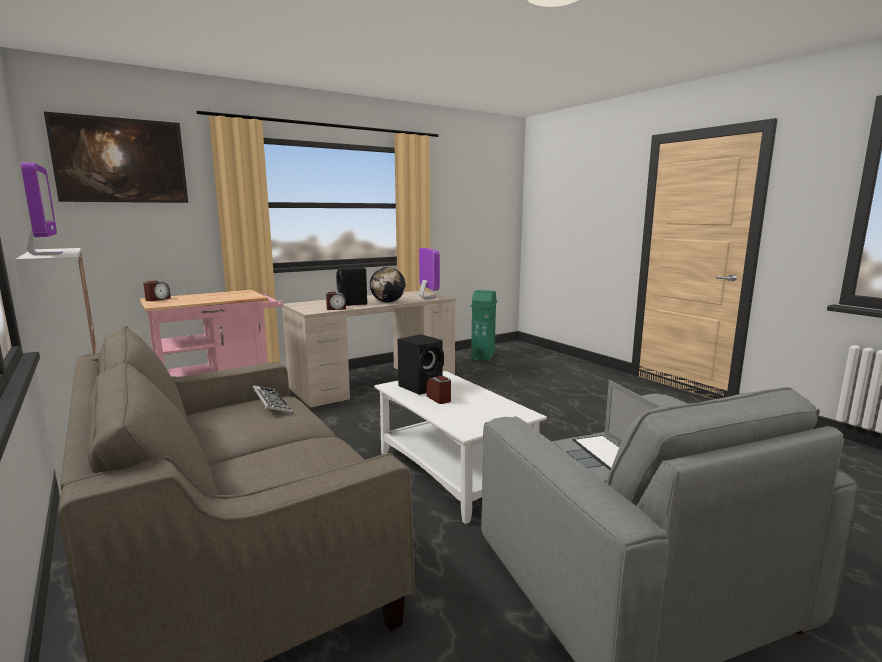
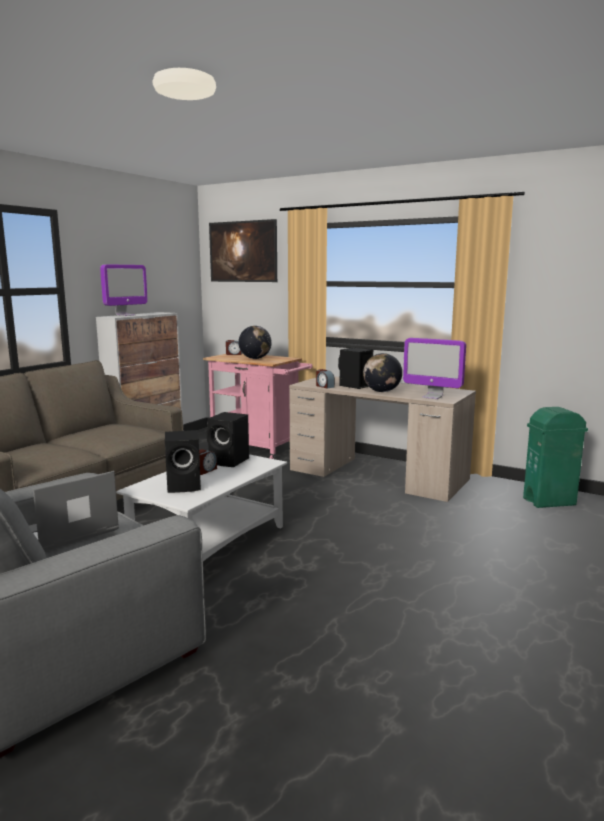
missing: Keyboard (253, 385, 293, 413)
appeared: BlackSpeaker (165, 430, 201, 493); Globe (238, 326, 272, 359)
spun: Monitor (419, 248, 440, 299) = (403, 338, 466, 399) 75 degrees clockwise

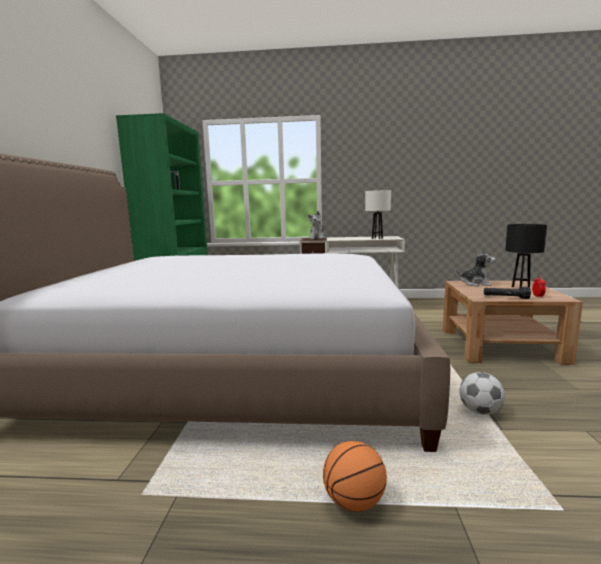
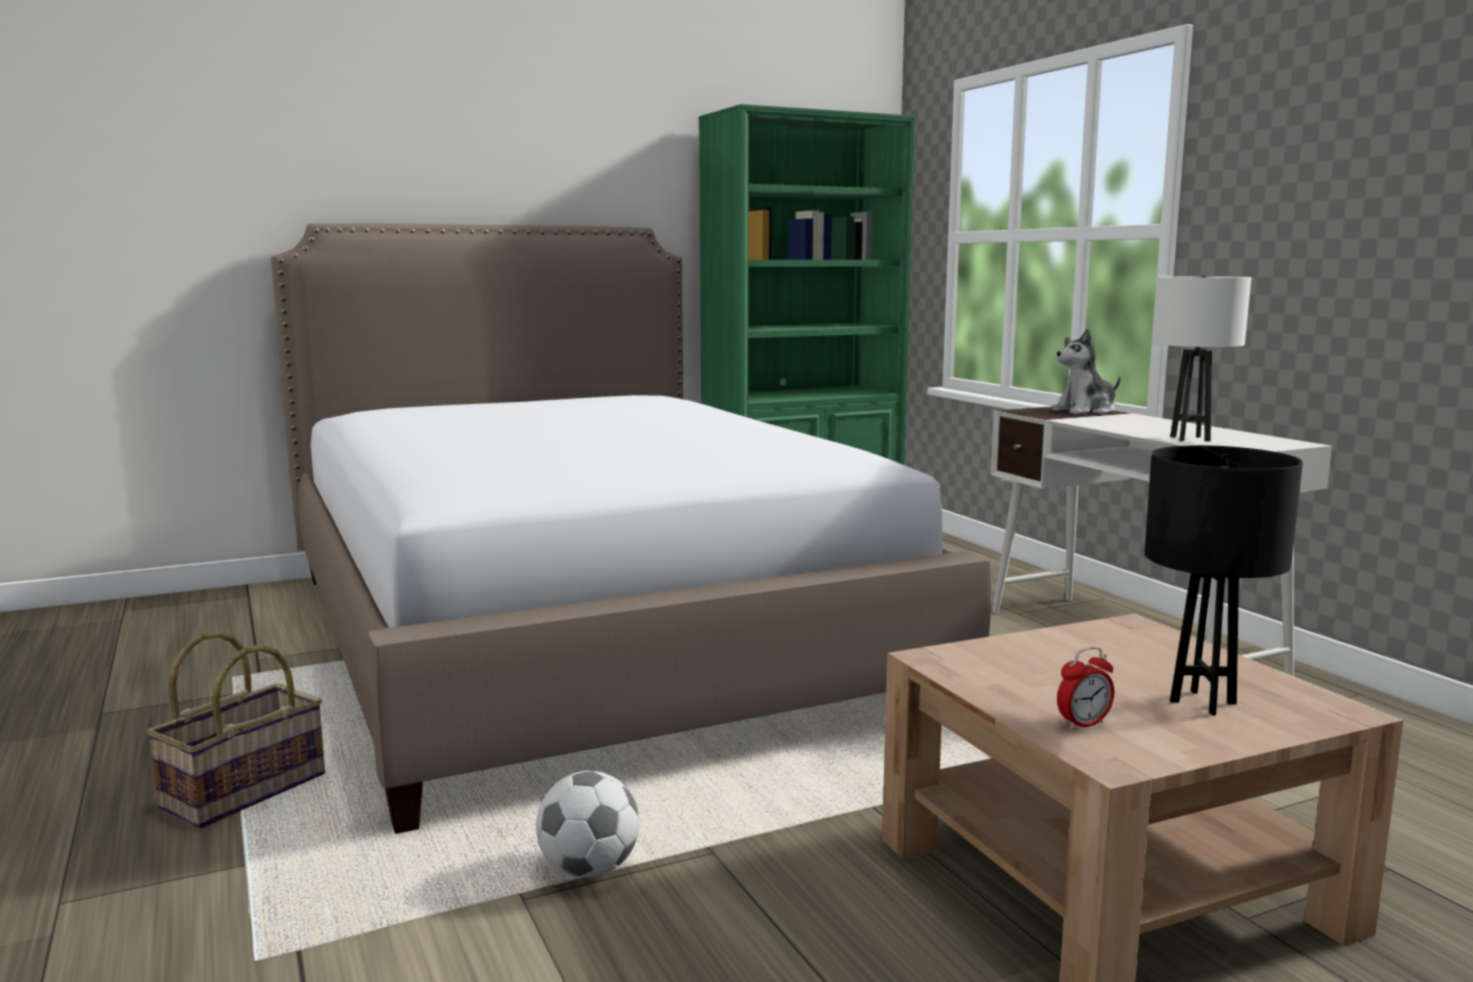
missing: PlushToy (456, 248, 496, 287); BlackFlashlight (484, 287, 531, 299)
exchanged: Basketball (323, 441, 387, 512) to Basket (147, 631, 325, 828)

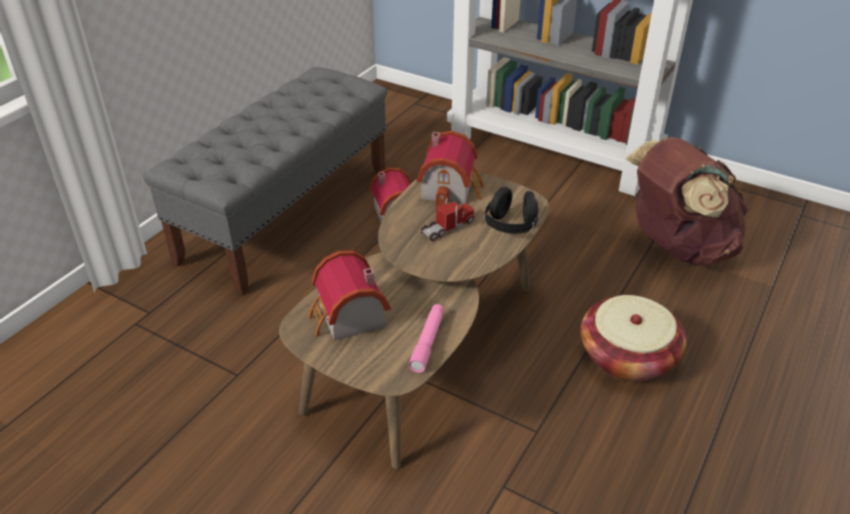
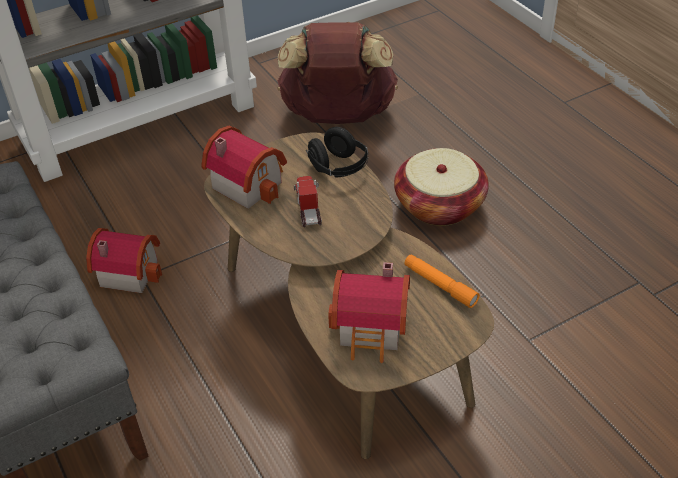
colour: PinkFlashlight (408, 304, 444, 373) to OrangeFlashlight (405, 254, 480, 308)

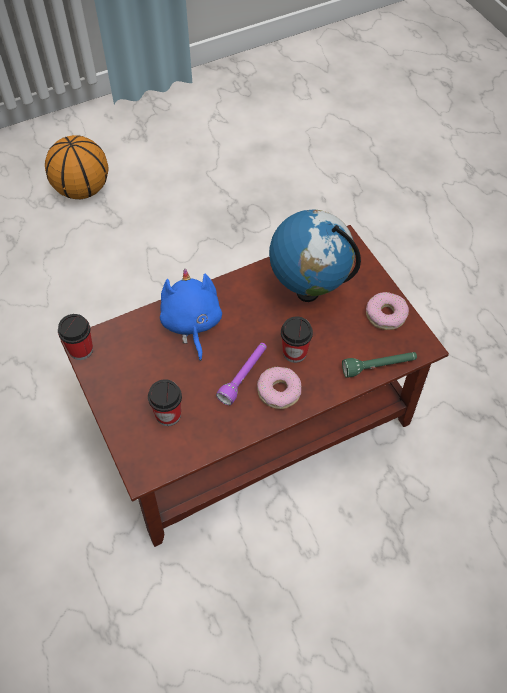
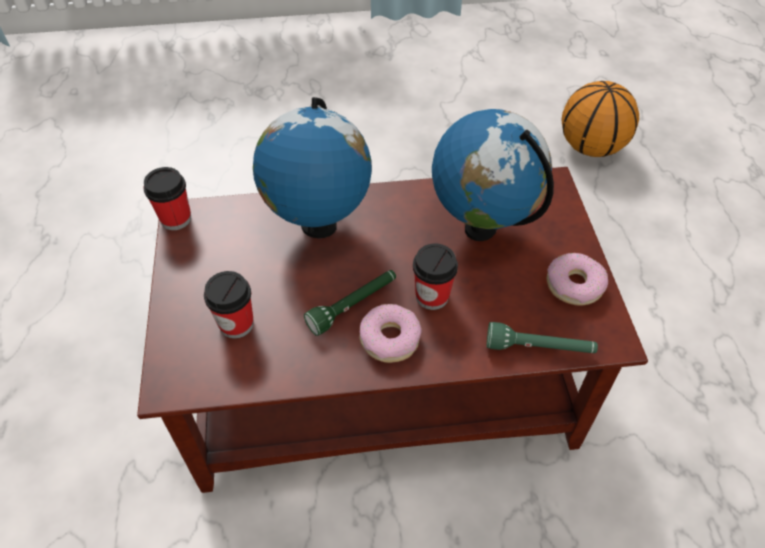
relocated: Basketball (45, 135, 109, 199) to (561, 81, 639, 157)
exchanged: BluePlushToy (160, 269, 222, 361) to Globe (253, 97, 372, 238)
colour: PurpleFlashlight (216, 343, 267, 405) to GreenFlashlight (304, 270, 396, 336)

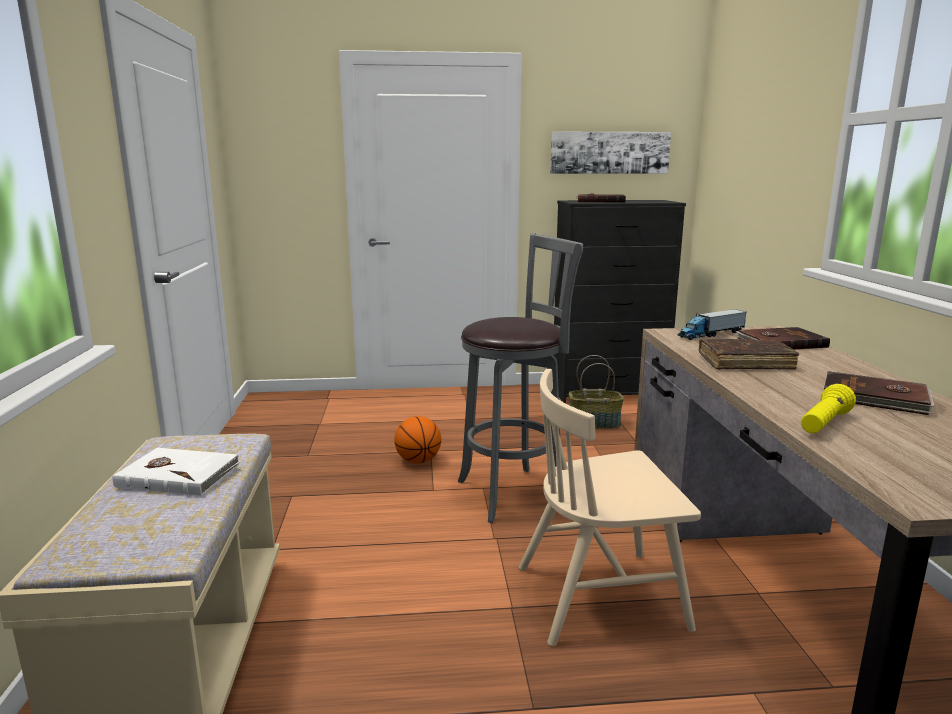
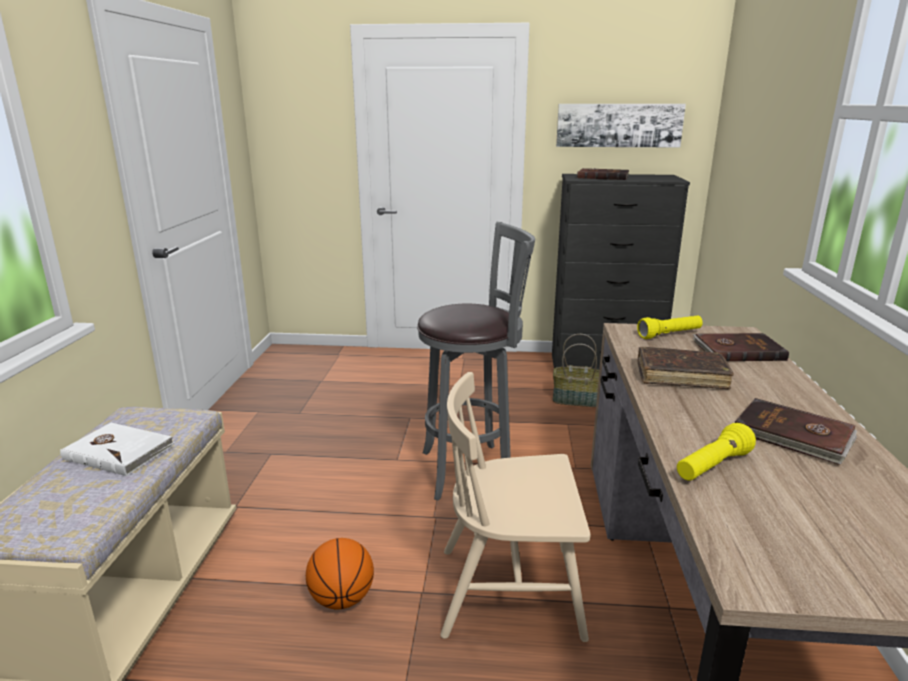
relocated: Basketball (394, 416, 441, 463) to (306, 538, 374, 609)
exchanged: ToyTruck (678, 309, 746, 340) to YellowFlashlight (637, 316, 703, 339)

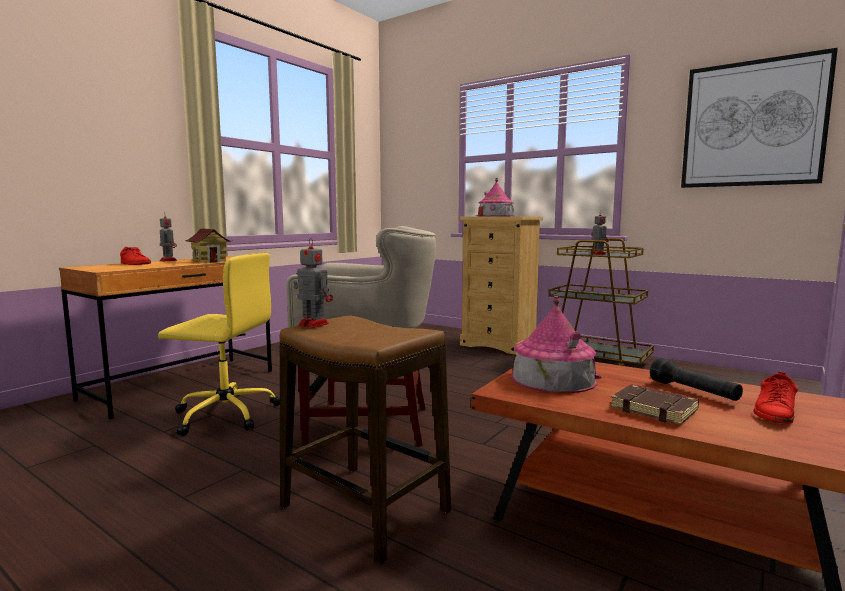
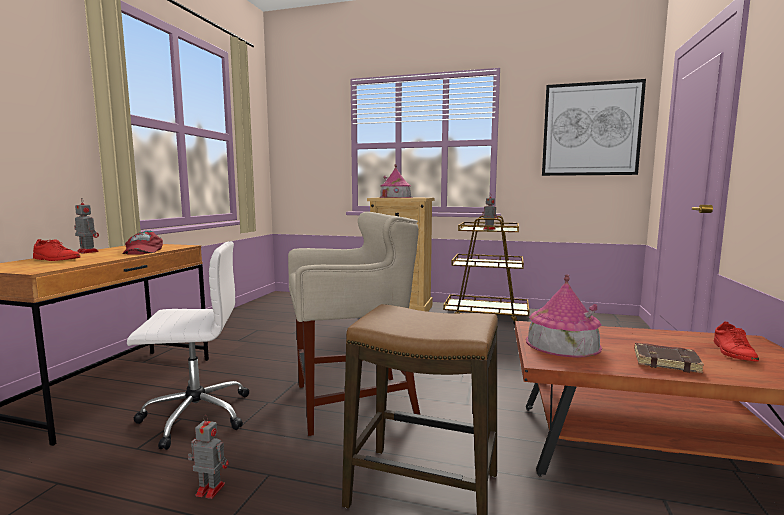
missing: BlackFlashlight (650, 357, 743, 401)
relocated: ToyRobot (293, 238, 333, 328) to (188, 415, 229, 499)
exchanged: ToyHouse (184, 228, 231, 263) to RedCap (123, 231, 163, 255)
colour: YellowOfficeChair (158, 253, 280, 436) to WhiteOfficeChair (127, 241, 249, 450)

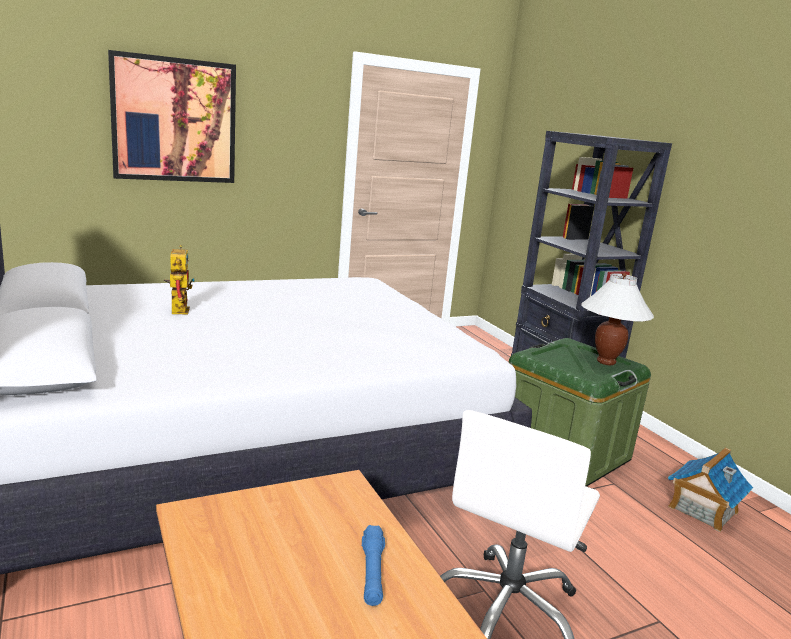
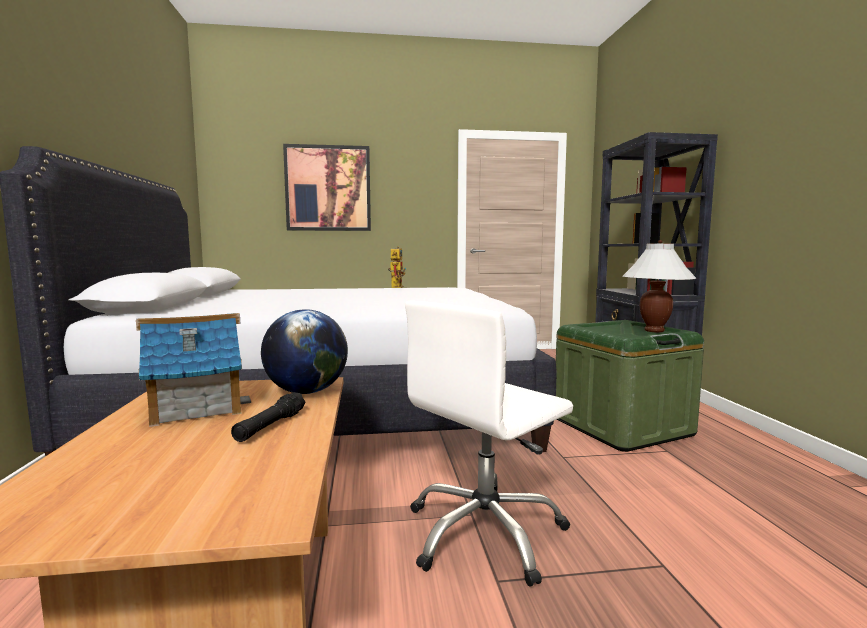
appeared: Globe (261, 310, 348, 394)
relocated: ToyRobot (164, 245, 195, 314) to (388, 246, 406, 288); ToyHouse (668, 448, 753, 532) to (136, 313, 251, 427)
colour: BlueFlashlight (362, 525, 385, 606) to BlackFlashlight (231, 392, 305, 442)

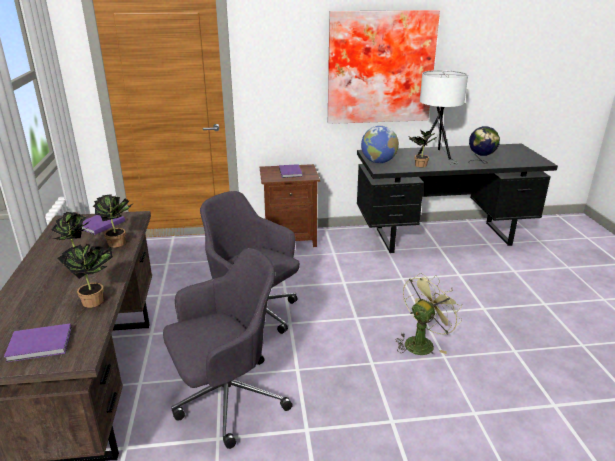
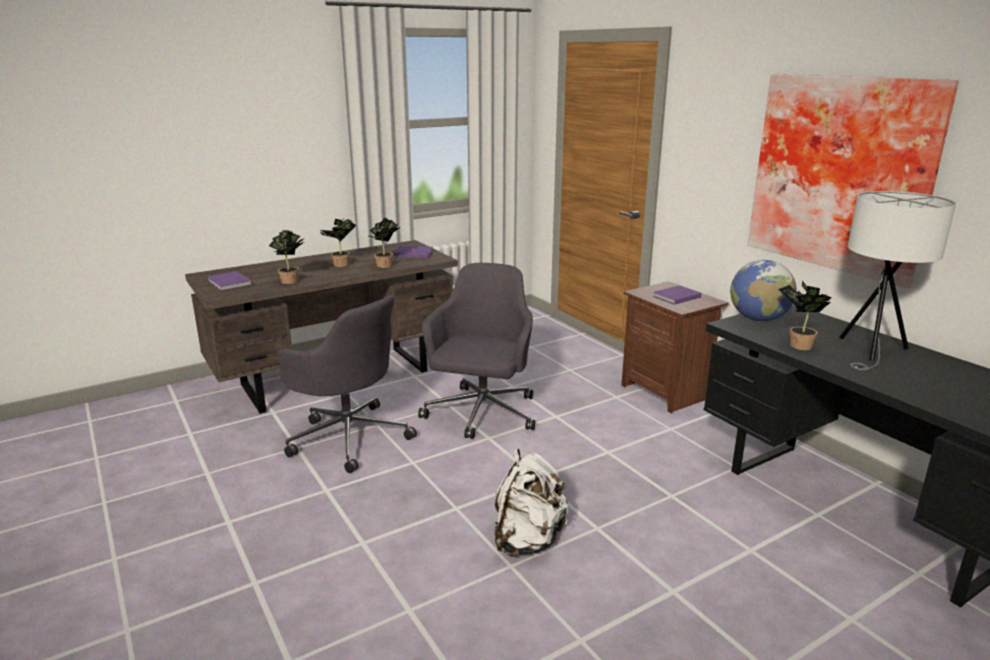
missing: Globe (469, 126, 500, 164)
exchanged: GreenFan (395, 273, 462, 355) to WhiteBackpack (495, 448, 569, 557)

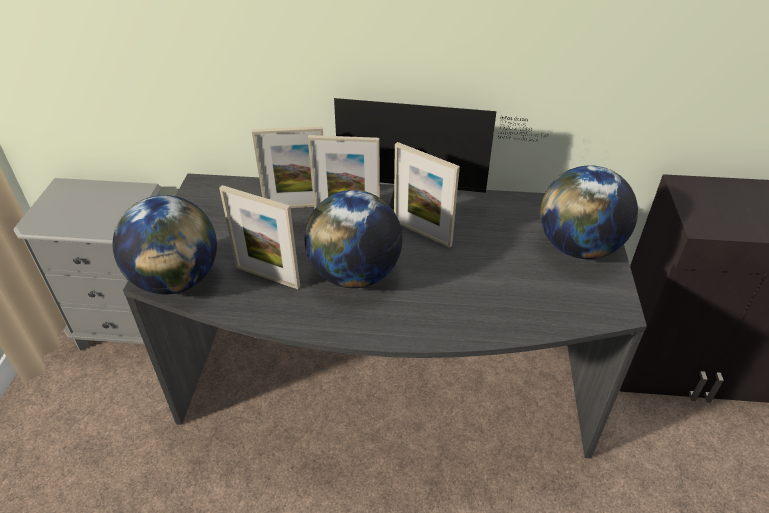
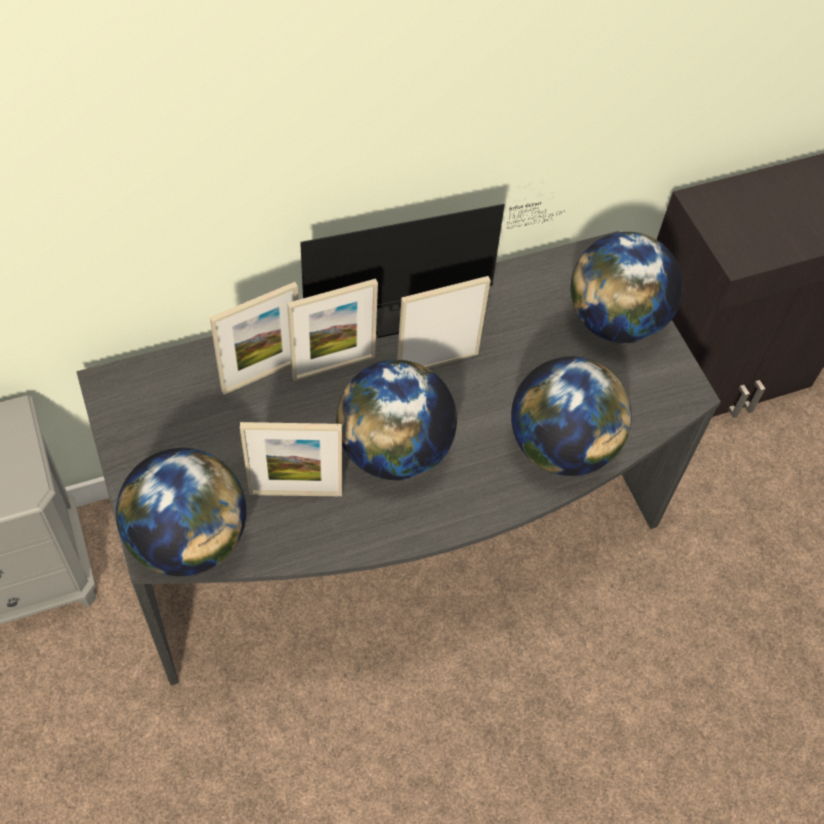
appeared: Globe (511, 356, 632, 476)
spun: PictureFrame (394, 142, 460, 248) = (397, 276, 491, 368) 150 degrees clockwise

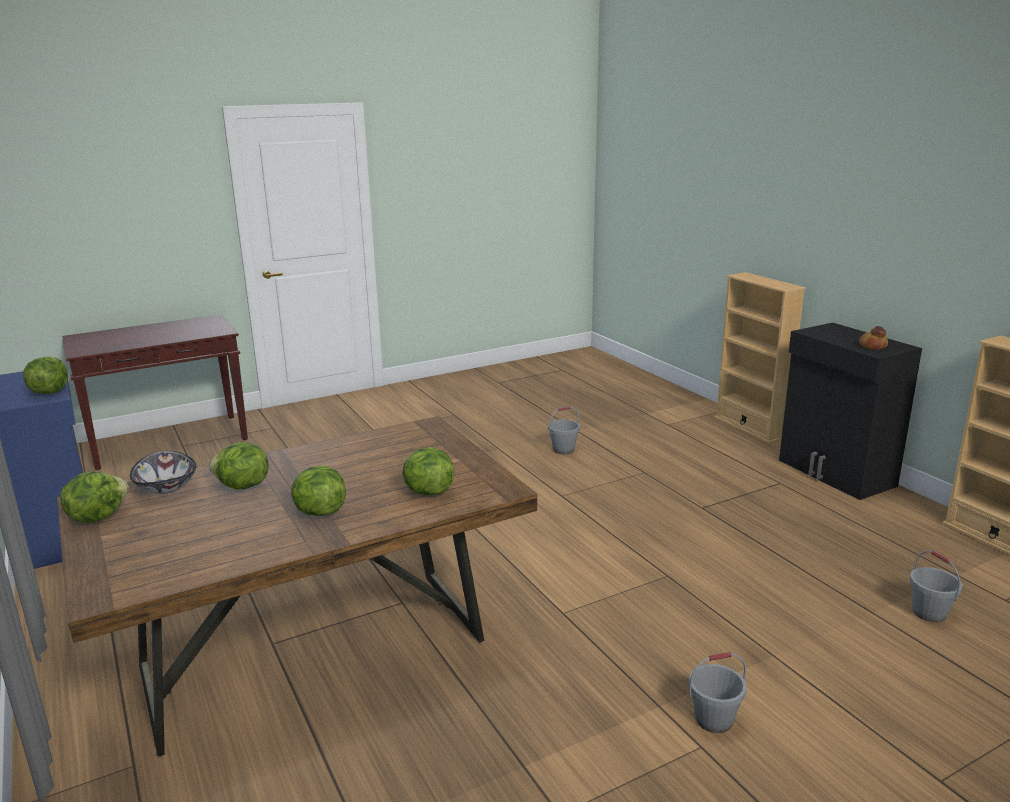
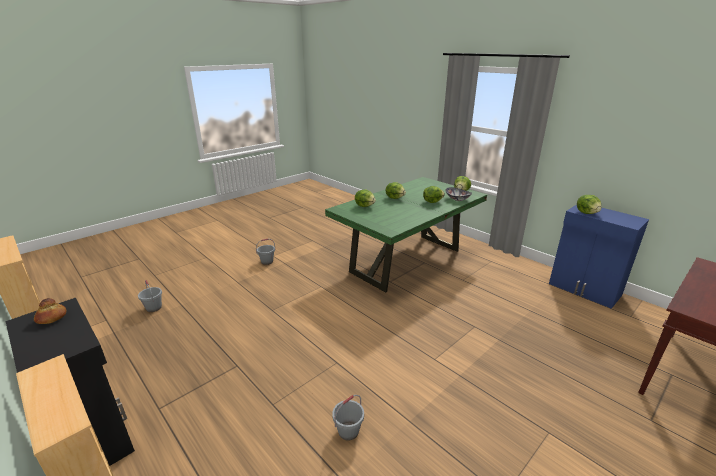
colour: BrownDiningTable (57, 416, 538, 756) to GreenDiningTable (325, 177, 487, 293)

